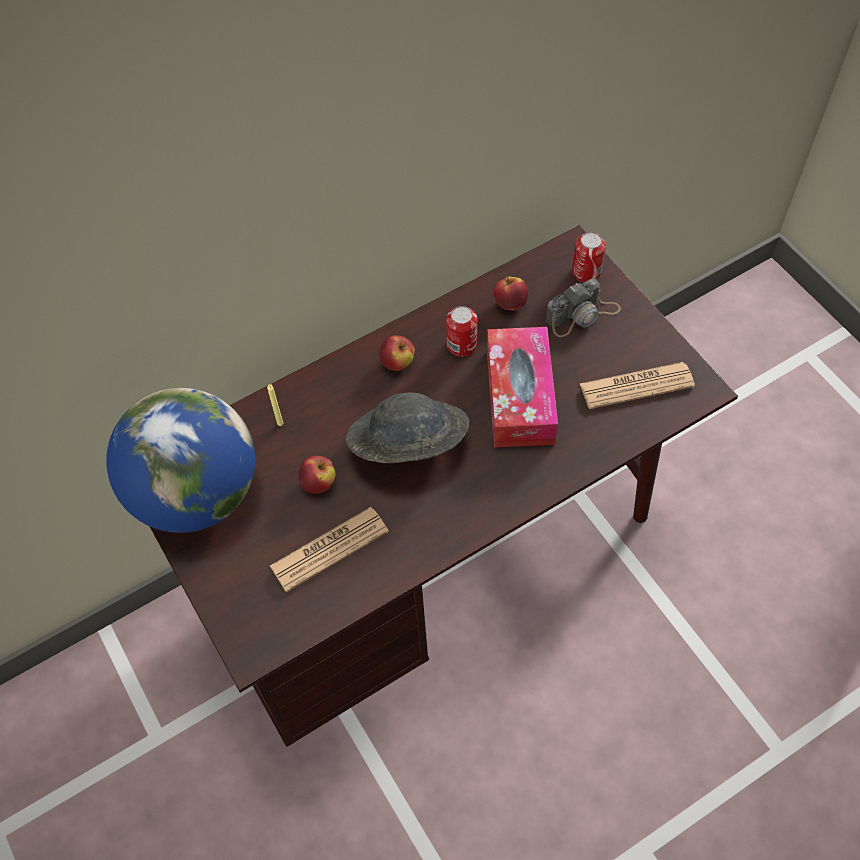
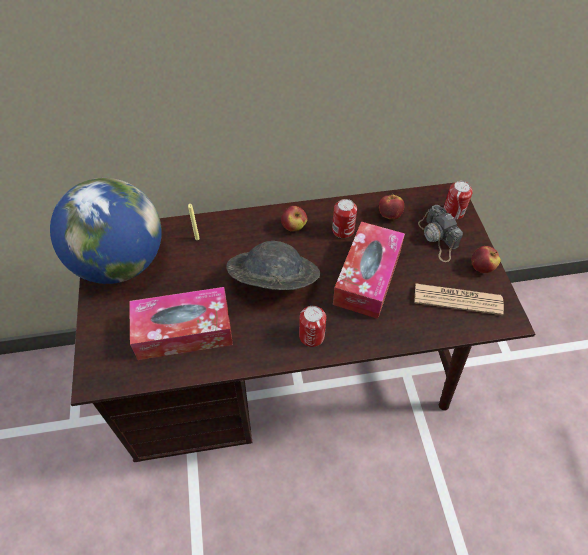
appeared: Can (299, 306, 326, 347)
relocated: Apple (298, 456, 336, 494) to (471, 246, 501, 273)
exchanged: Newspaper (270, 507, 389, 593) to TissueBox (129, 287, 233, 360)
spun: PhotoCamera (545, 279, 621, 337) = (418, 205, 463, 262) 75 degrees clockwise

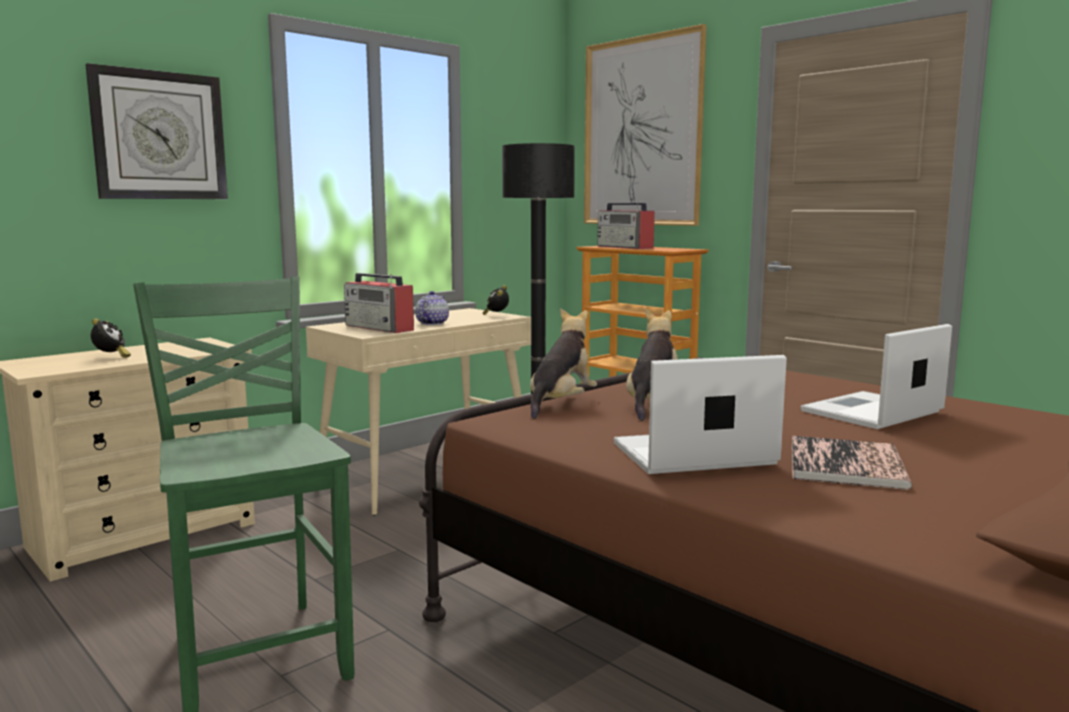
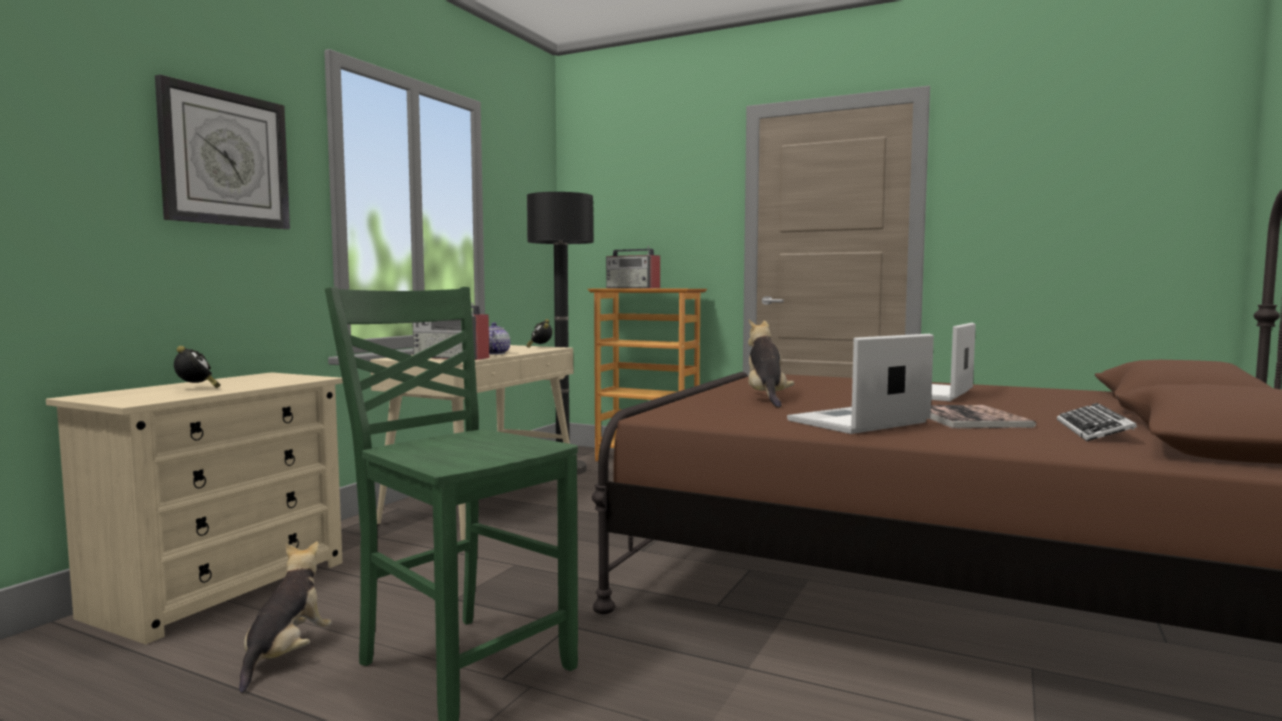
missing: Picture (584, 24, 707, 226)
appeared: Keyboard (1057, 403, 1137, 441)
relocated: PlushToy (530, 308, 597, 419) to (239, 541, 332, 693)

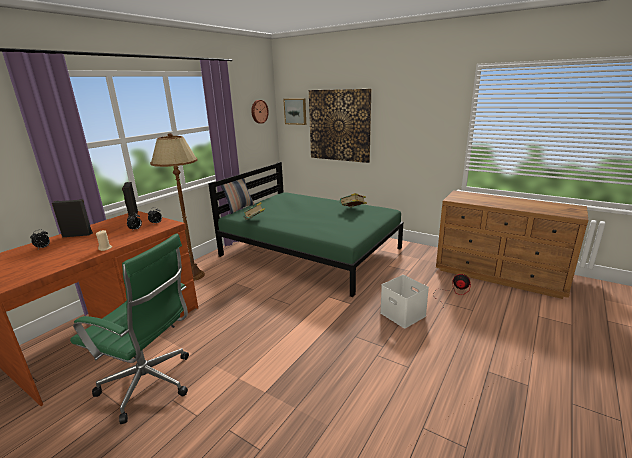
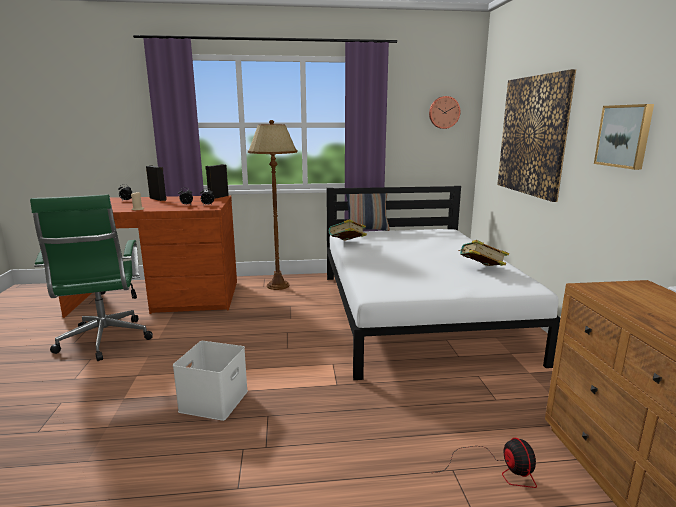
relocated: Picture (283, 98, 306, 125) to (594, 104, 654, 170); WhiteStorageBox (380, 275, 429, 328) to (173, 341, 248, 421)
colour: GreenBed (208, 162, 403, 297) to WhiteBed (326, 186, 560, 380)

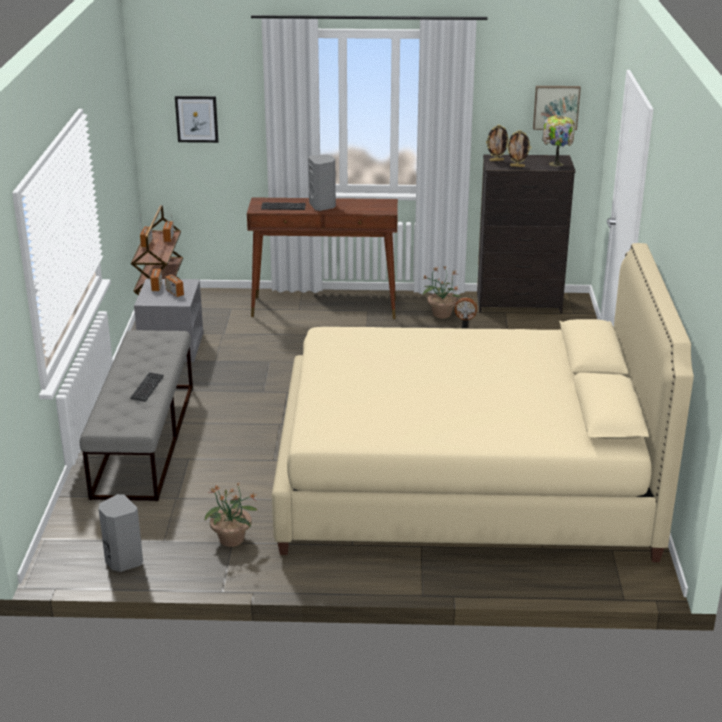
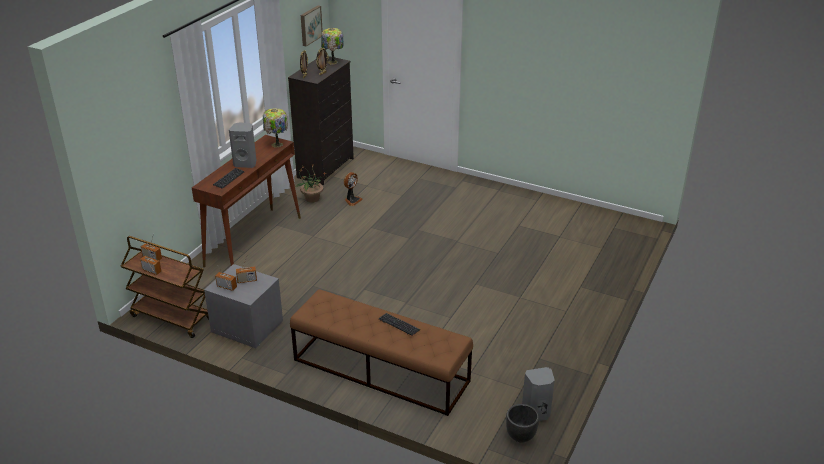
missing: Picture (175, 96, 219, 143); PottedPlant (205, 482, 258, 547); BeigeBed (272, 243, 694, 562)
appeared: TableLamp (263, 108, 288, 148); BlackPlanter (506, 404, 539, 443)
colour: GreyBench (79, 330, 193, 501) to BrownBench (290, 289, 473, 416)

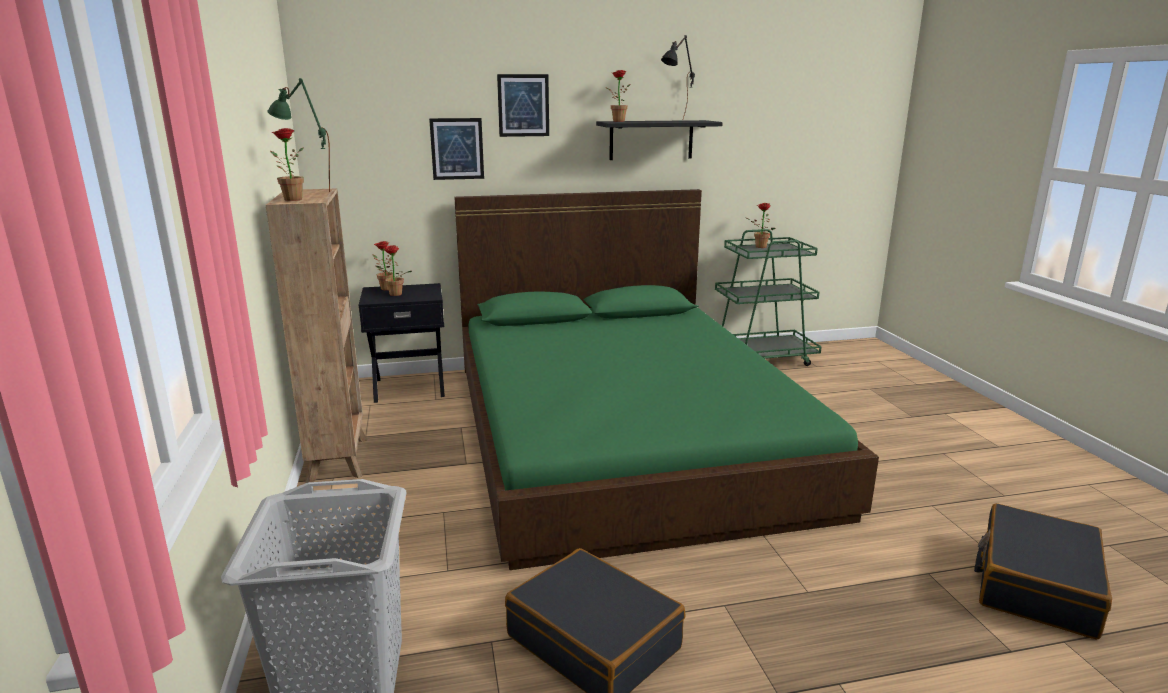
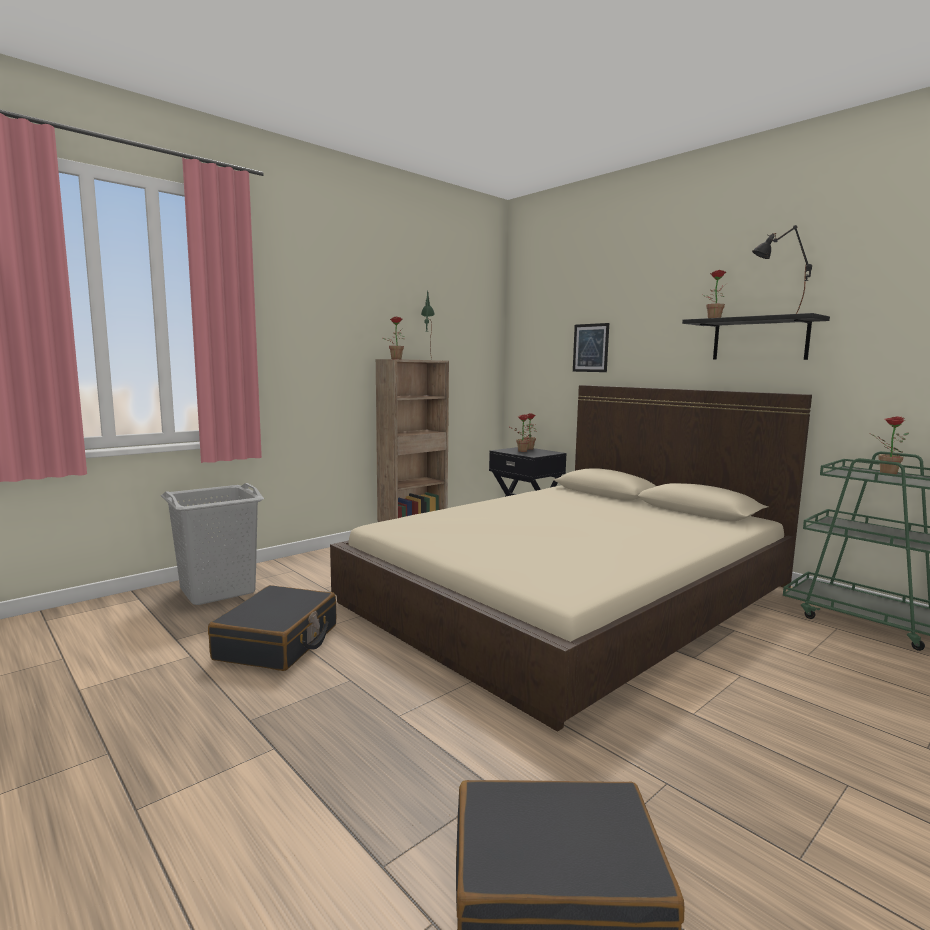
missing: Picture (497, 74, 549, 137)
colour: GreenBed (454, 189, 879, 570) to BeigeBed (330, 385, 812, 732)

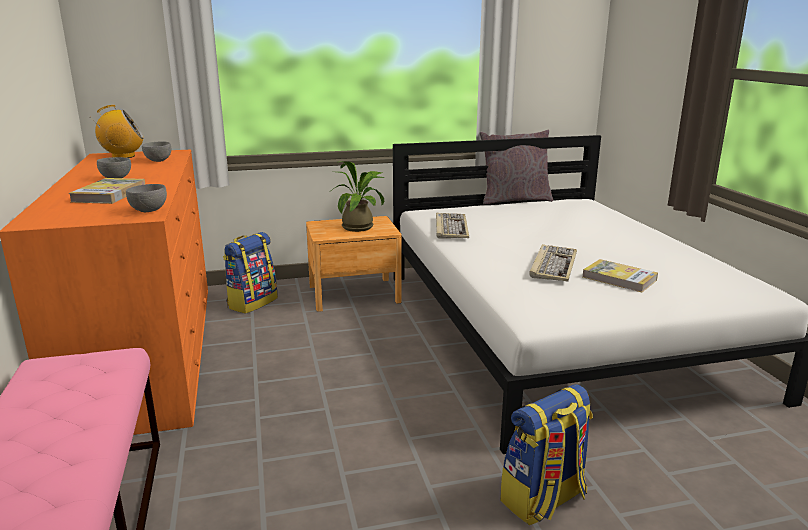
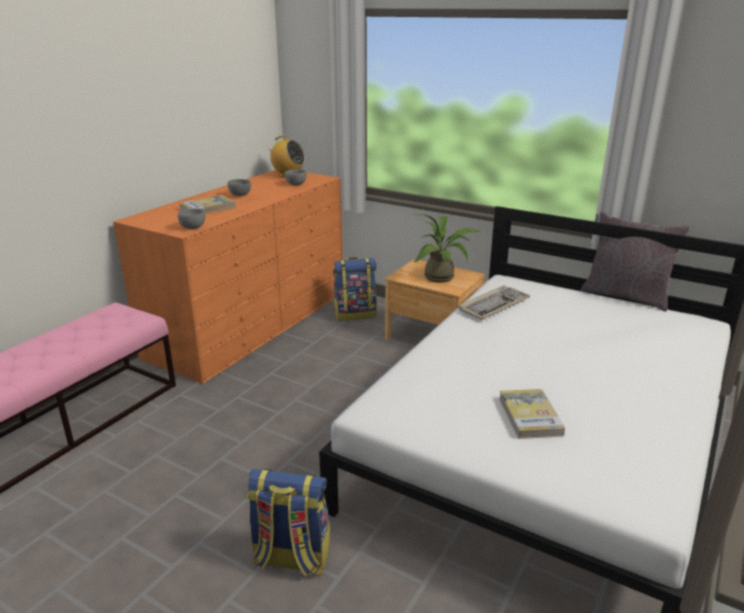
missing: Keyboard (529, 244, 577, 282)

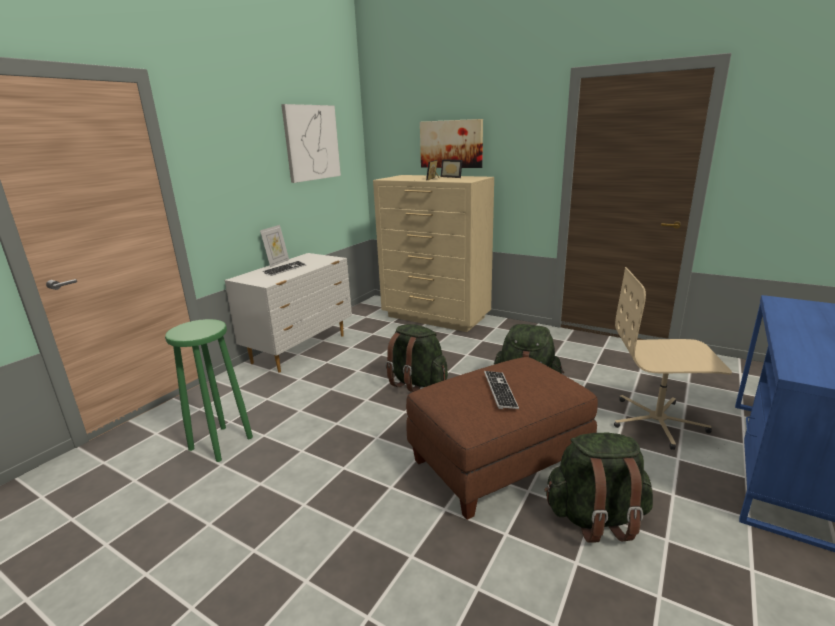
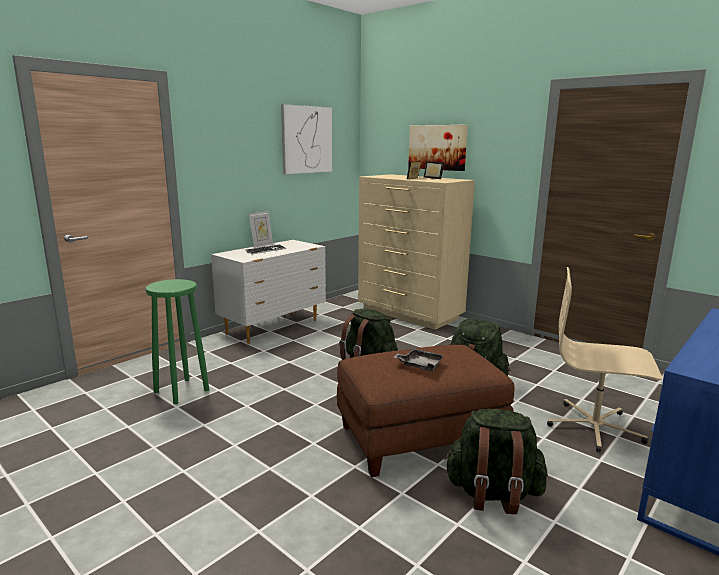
exchanged: Keyboard (484, 371, 519, 409) to GreyTray (394, 348, 445, 372)

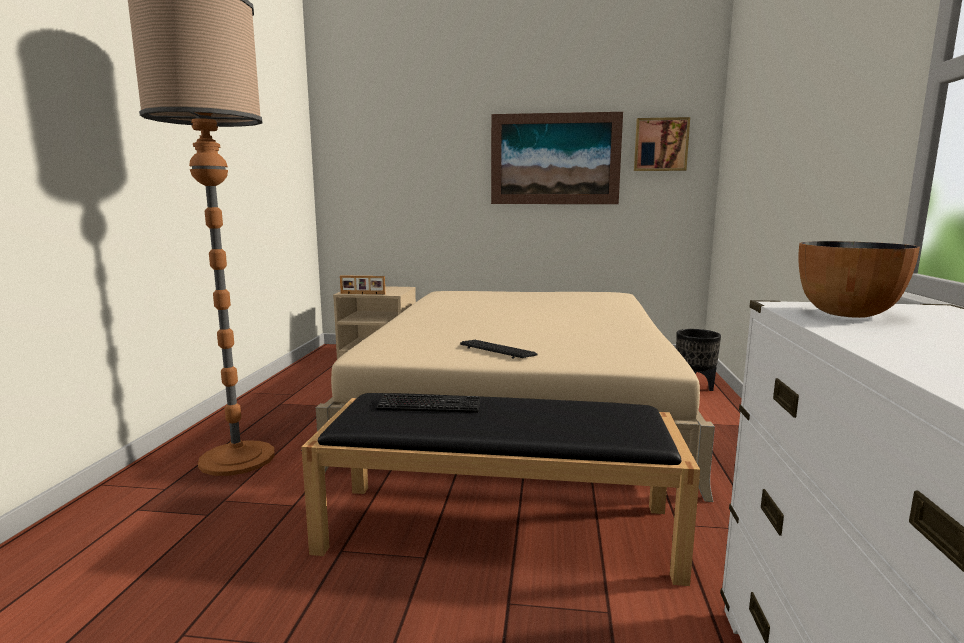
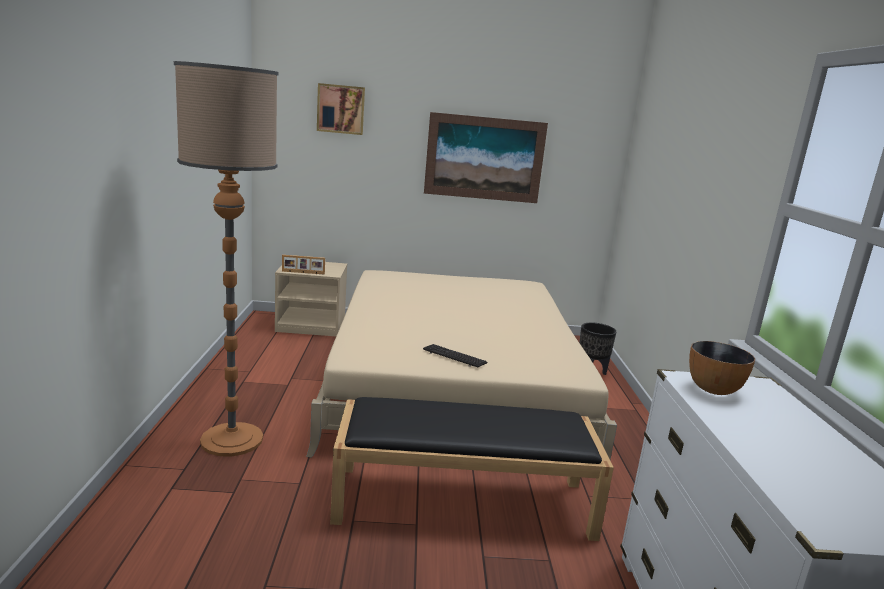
missing: Keyboard (376, 394, 481, 413)
relocated: Picture (634, 117, 690, 171) to (317, 83, 365, 135)

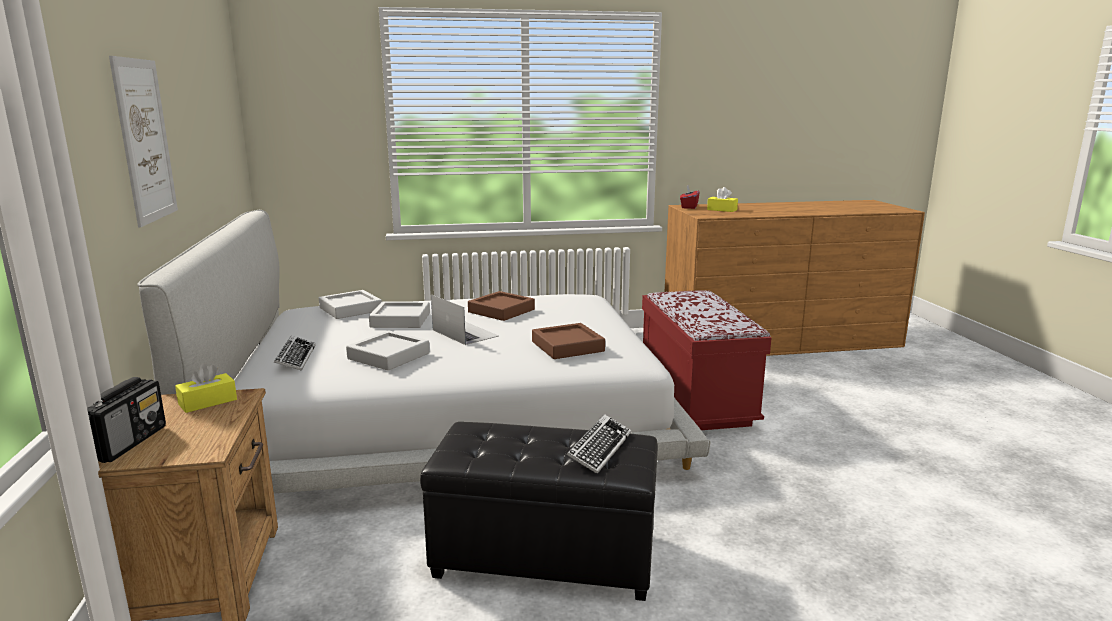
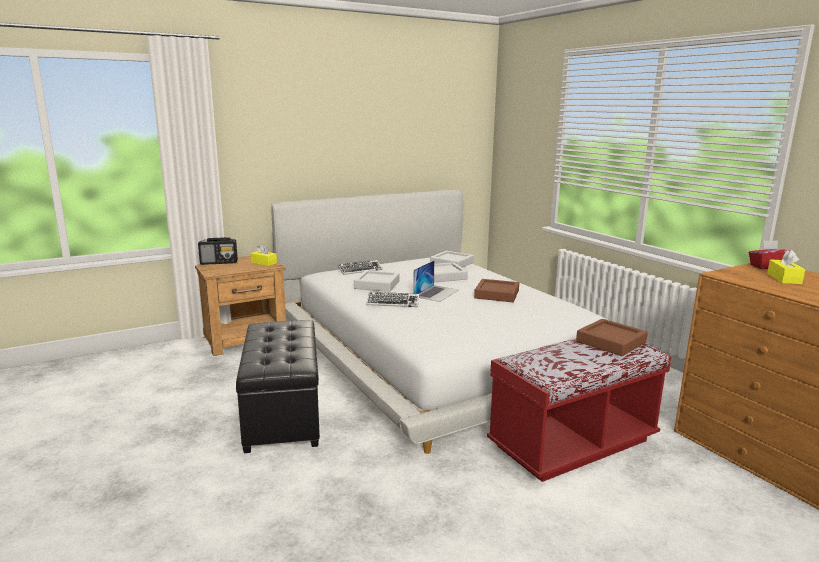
missing: Picture (109, 56, 178, 227)
relocated: BrownTray (532, 323, 605, 359) to (576, 319, 648, 356); Keyboard (567, 414, 631, 474) to (367, 292, 419, 307)

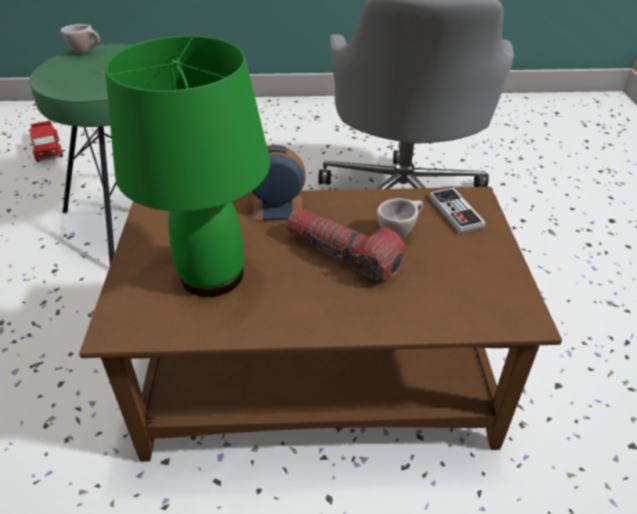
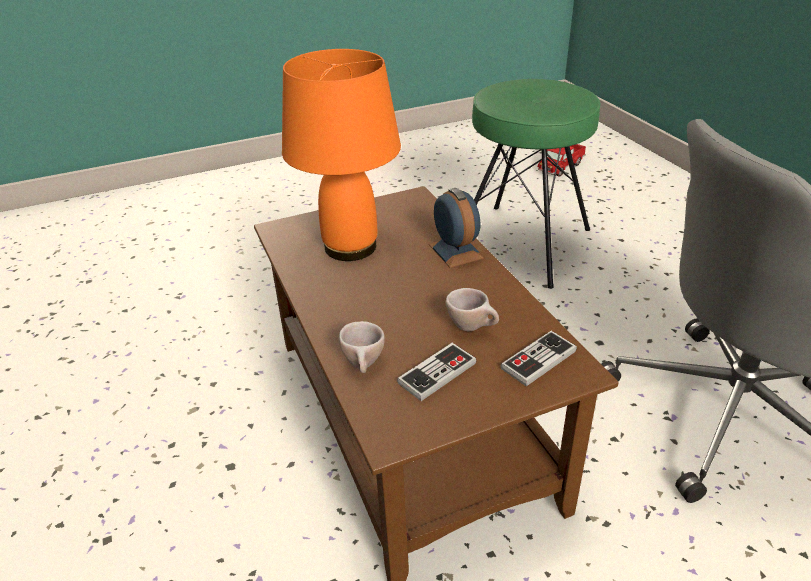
missing: Flashlight (287, 208, 405, 284)
appeared: GameController (397, 343, 477, 401)
relocated: BeigeCup (61, 24, 100, 53) to (339, 321, 385, 373)
colour: GreenTableLamp (105, 36, 270, 297) to OrangeTableLamp (282, 49, 401, 261)

